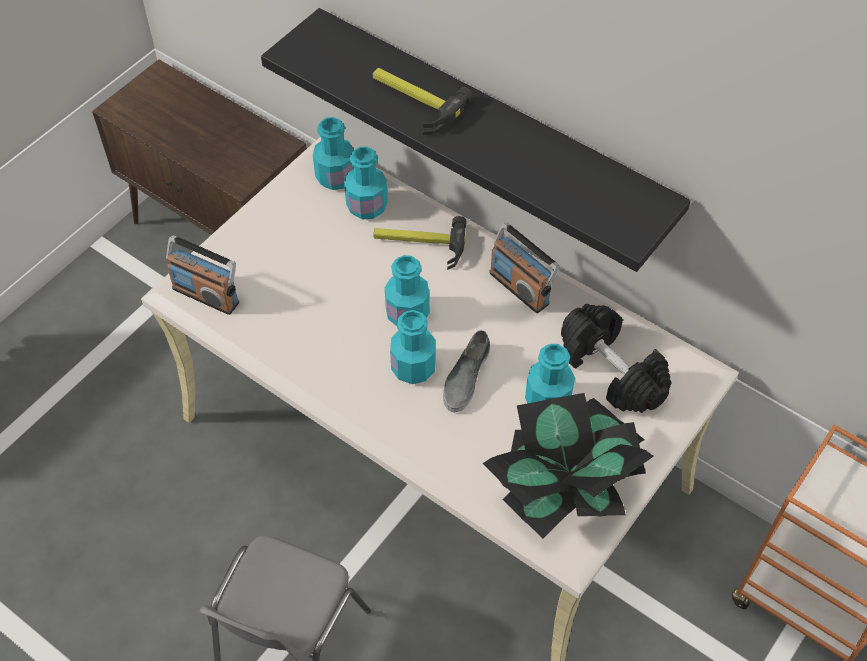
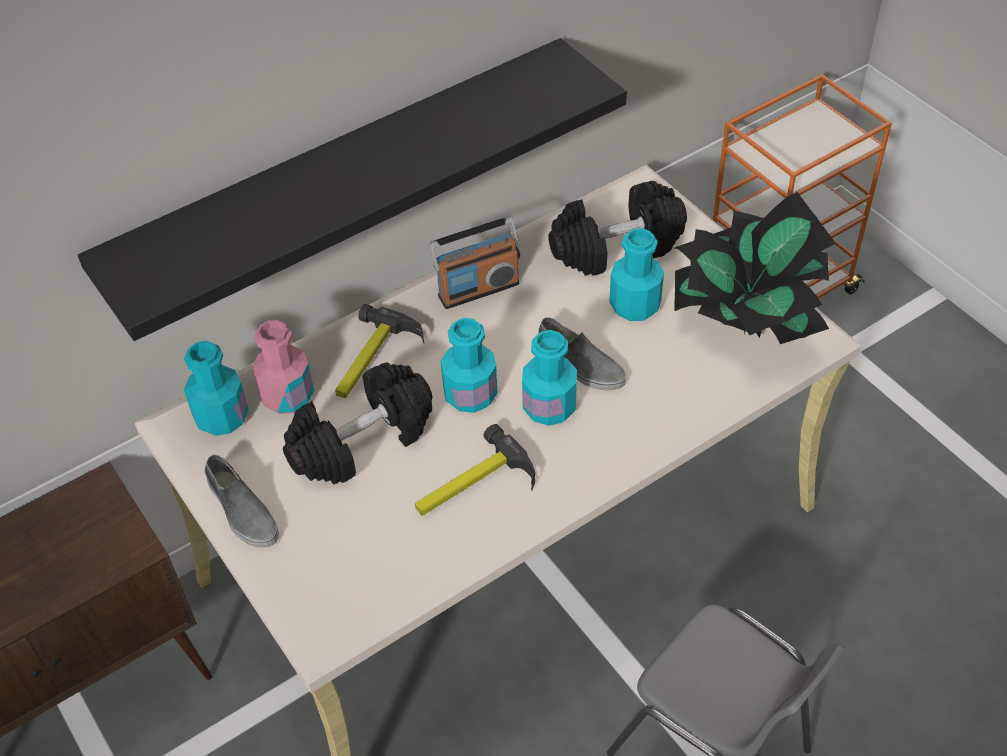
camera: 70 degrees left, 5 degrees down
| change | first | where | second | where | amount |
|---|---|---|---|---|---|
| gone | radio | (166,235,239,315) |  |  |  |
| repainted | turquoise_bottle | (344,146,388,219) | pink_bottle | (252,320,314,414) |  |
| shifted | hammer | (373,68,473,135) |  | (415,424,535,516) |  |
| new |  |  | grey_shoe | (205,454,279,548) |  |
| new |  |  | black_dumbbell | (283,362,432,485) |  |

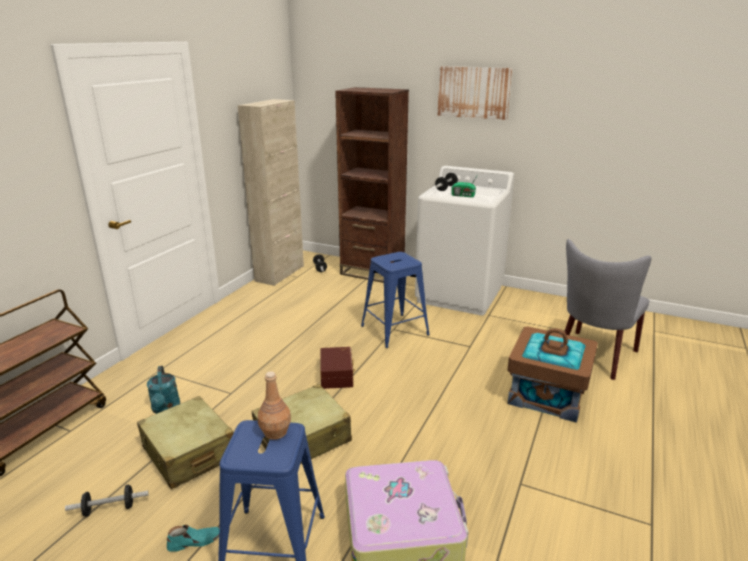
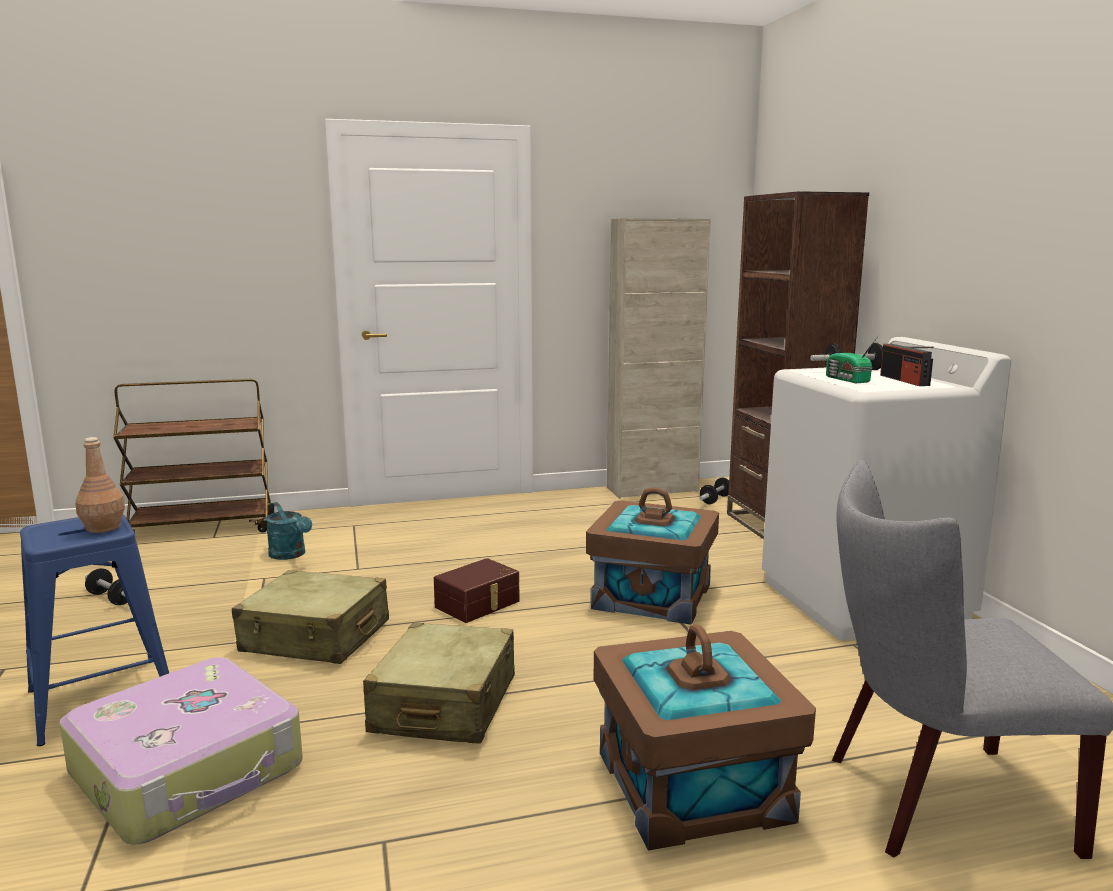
camera: 50 degrees right, 10 degrees down
| change | first | where | second | where | amount |
|---|---|---|---|---|---|
| shifted | beige_suitcase | (137,396,233,489) |  | (363,622,515,744) |  |
| rotated | turquoise_watering_can | (147,366,180,414) |  | (266,502,312,560) | 75 degrees counterclockwise |
| gone | turquoise_shoe | (167,525,220,552) |  |  |  |
| swapped | blue_stool | (361,252,430,348) | brown_storage_box | (586,487,719,625) |  |
| gone | picture | (437,66,512,120) |  |  |  |
| new |  |  | radio | (880,344,933,386) |  |

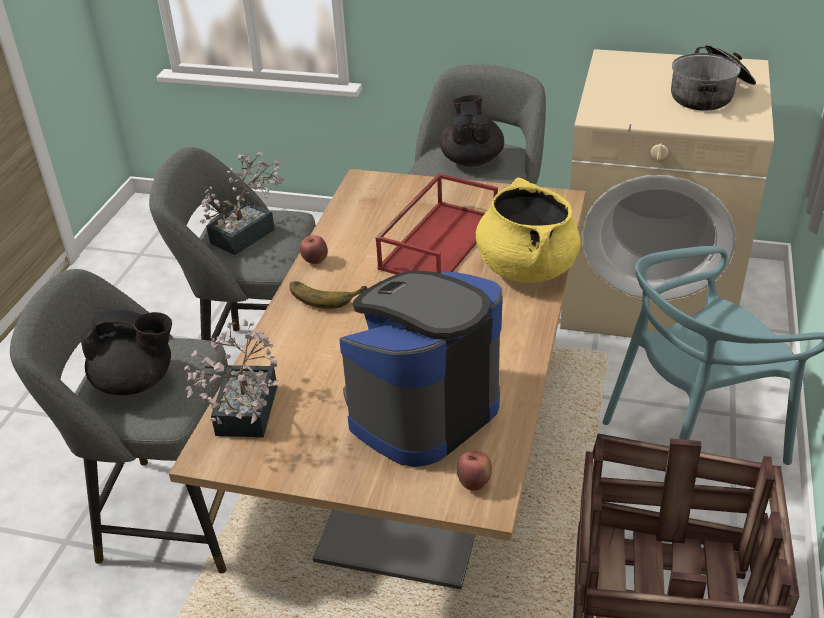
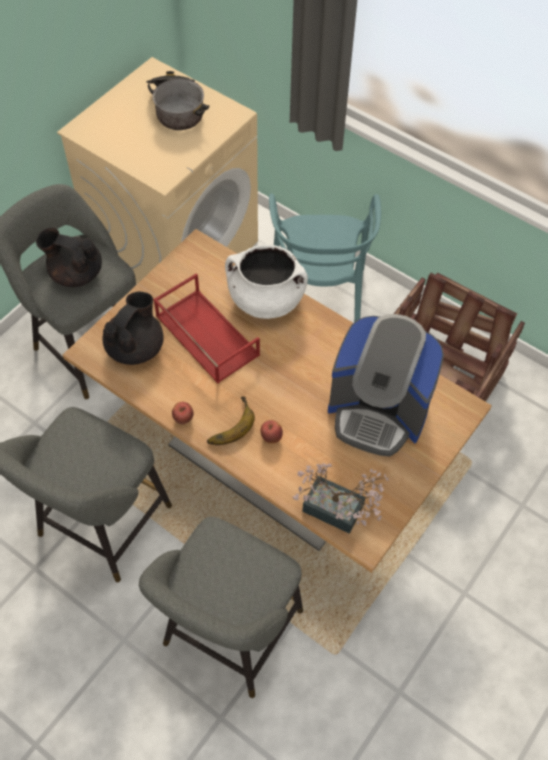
camera: 70 degrees left, 20 degrees up
| change | first | where | second | where | amount |
|---|---|---|---|---|---|
| shifted | black_teapot | (81,309,172,395) |  | (102,292,164,365) |  |
| gone | potted_plant | (200,152,284,255) |  |  |  |
| rotated | coffee_machine | (339,270,503,467) |  | (328,314,444,457) | 45 degrees counterclockwise |
| shifted | apple | (457,451,492,491) |  | (261,420,283,444) |  |
| repainted | yellow_cooking_pot | (476,177,581,283) | white_cooking_pot | (225,245,308,319) |  |

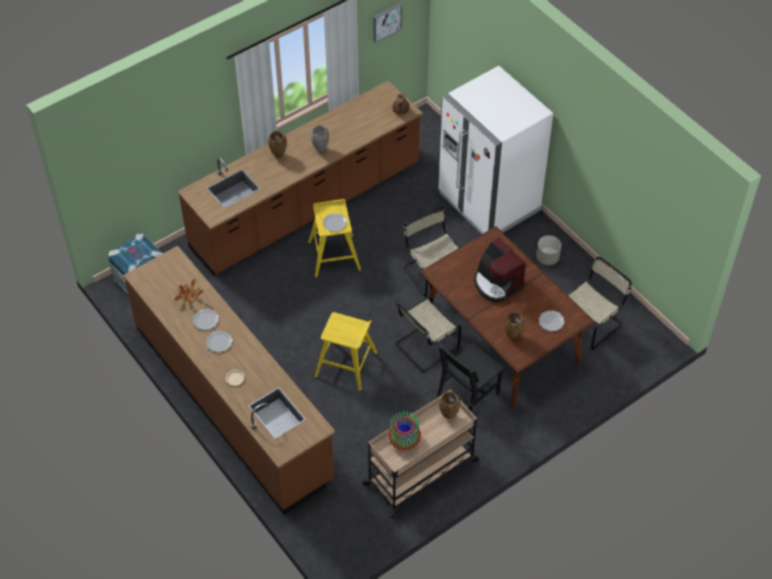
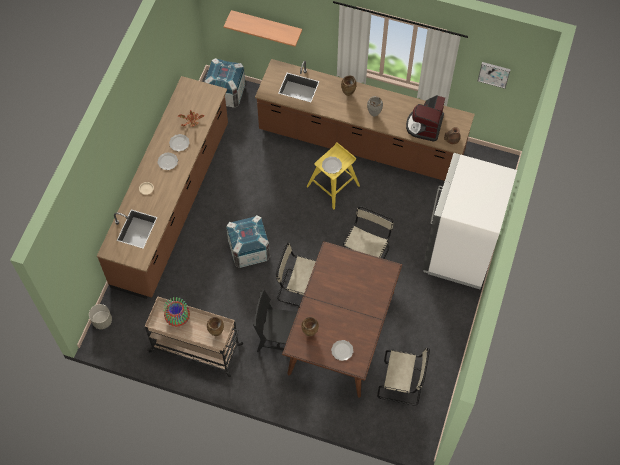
camera: 55 degrees right, 10 degrees up
| change | first | where | second | where | amount |
|---|---|---|---|---|---|
| swapped | yellow_stool | (315,312,377,391) | crate | (226,215,270,268) |  |
| shifted | coffee_machine | (474,238,526,302) |  | (406,95,445,142) |  |
| shifted | grey_planter | (536,235,561,265) |  | (89,304,112,329) |  |
| new |  |  | shelf | (224,10,302,47) |  |

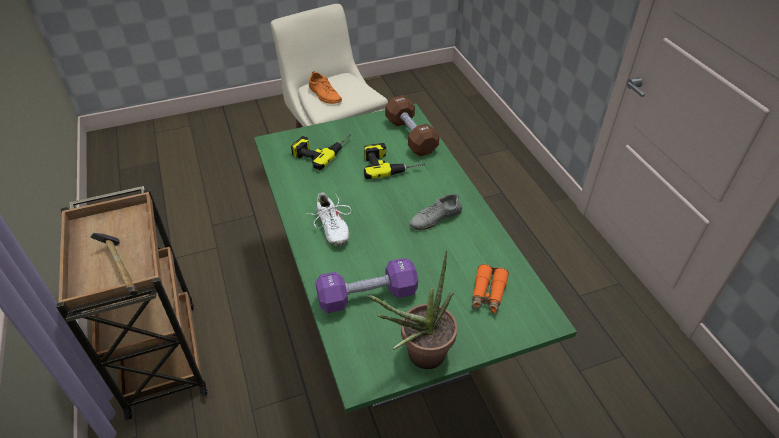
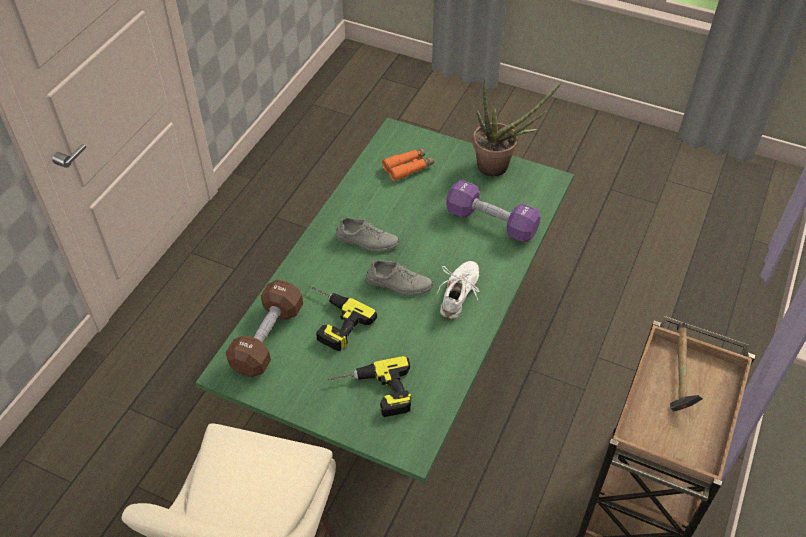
camera: 135 degrees left, 5 degrees up
| change | first | where | second | where | amount |
|---|---|---|---|---|---|
| gone | orange_shoe | (309,71,342,104) |  |  |  |
| new |  |  | grey_shoe | (366,260,433,296) |  |

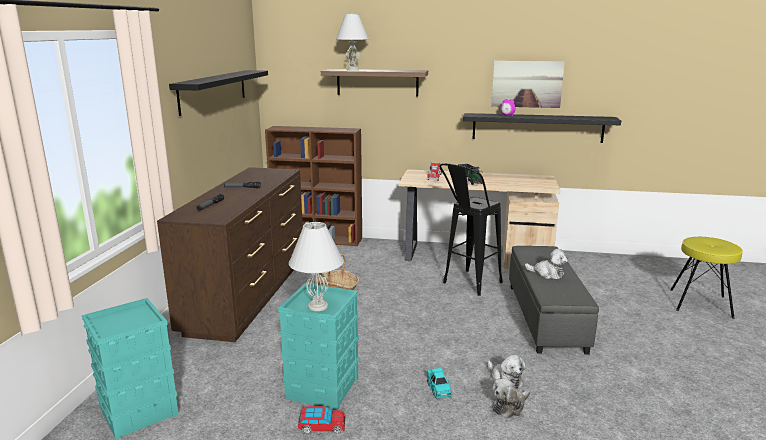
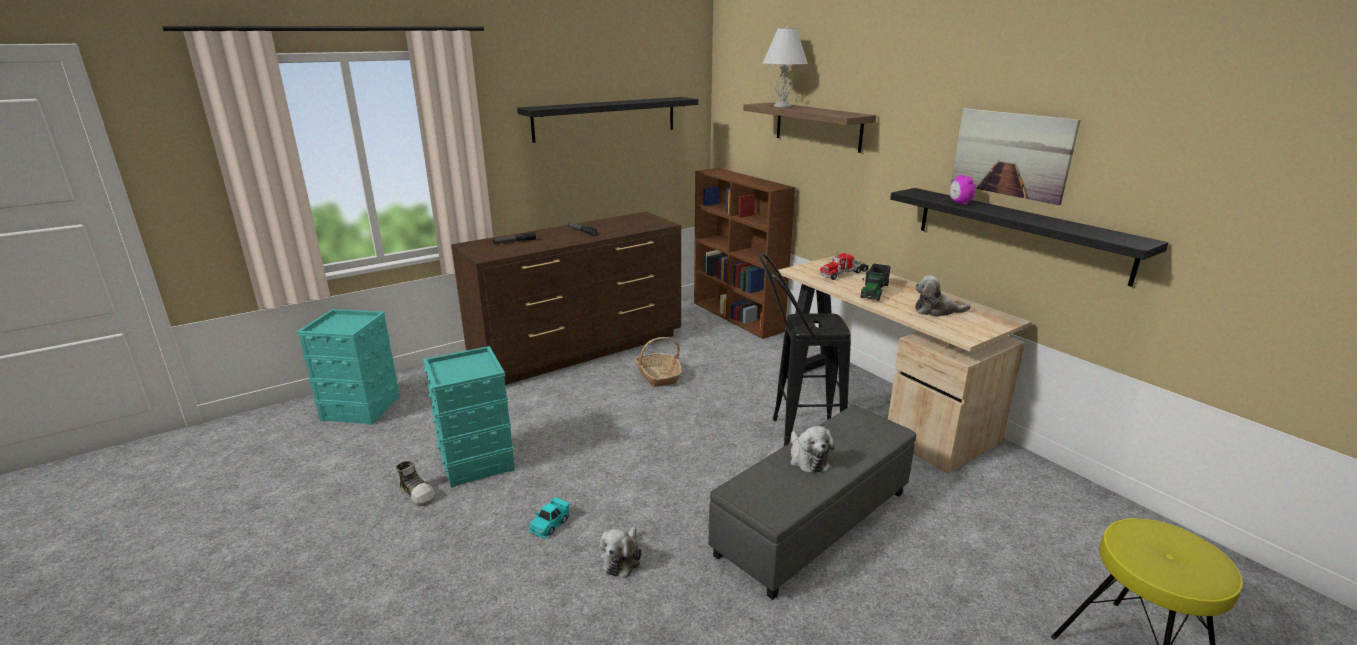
camera: 45 degrees right, 5 degrees up
| change | first | where | second | where | amount |
|---|---|---|---|---|---|
| gone | white_table_lamp | (289,222,344,311) |  |  |  |
| swapped | toy_car | (298,406,345,433) | shoe | (396,461,436,506) |  |
| shifted | plush_toy | (492,379,531,419) |  | (915,275,971,317) |  |

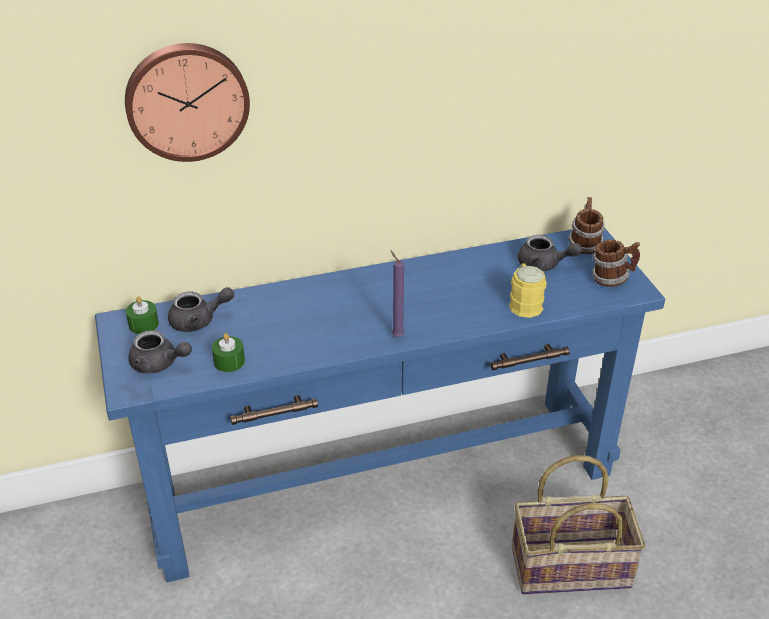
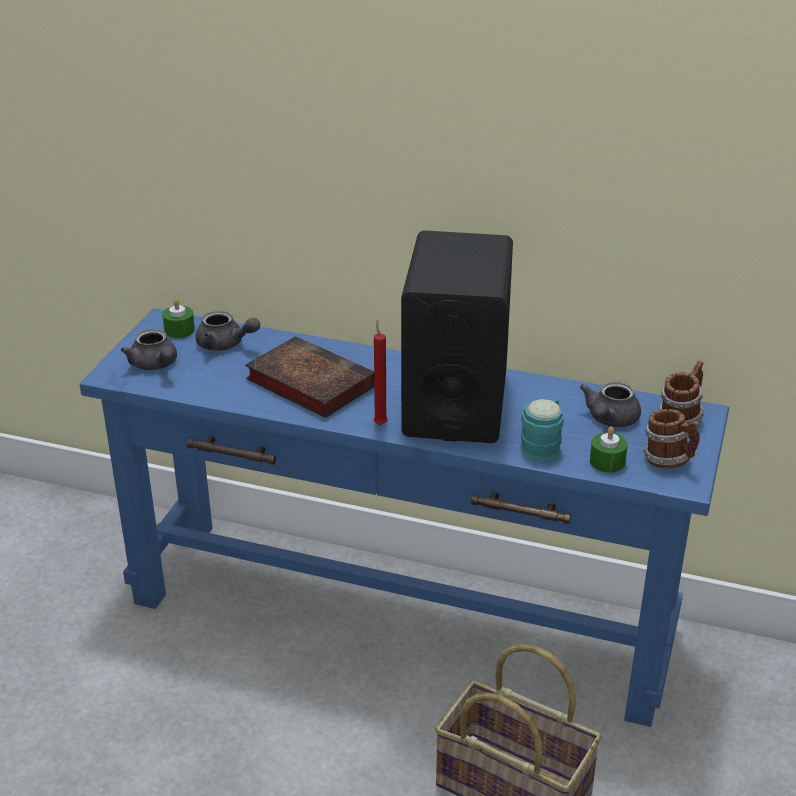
camera: 35 degrees right, 5 degrees down
| change | first | where | second | where | amount |
|---|---|---|---|---|---|
| gone | wall_clock | (125,43,250,162) |  |  |  |
| shifted | green_candle | (212,333,245,372) |  | (590,427,628,473) |  |
| repainted | purple_candle | (390,250,404,337) | red_candle | (373,320,388,425) |  |
| repainted | yellow_mug | (509,263,546,318) | turquoise_mug | (519,399,564,462) |  |
| rotated | grey_teapot | (518,235,582,271) |  | (580,382,641,427) | 60 degrees clockwise |
| new |  |  | book | (245,336,374,418) |  |
| new |  |  | black_speaker | (401,230,513,443) |  |

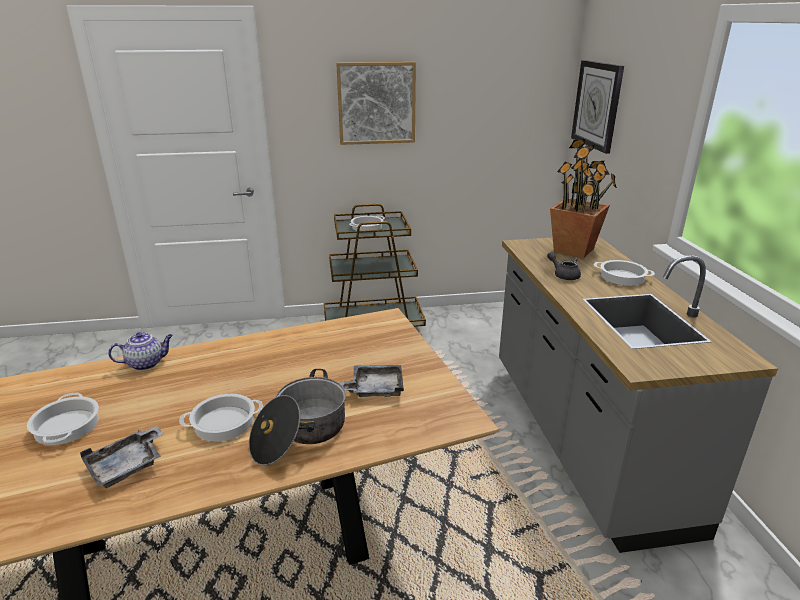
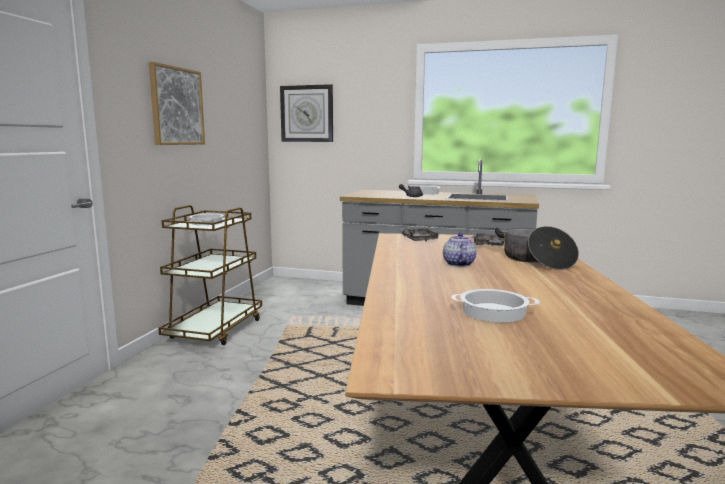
camera: 65 degrees left, 15 degrees down
| change | first | where | second | where | amount |
|---|---|---|---|---|---|
| shifted | grey_tray | (80,426,164,488) |  | (400,228,440,241) |  |
| shifted | teapot | (108,332,173,370) |  | (443,233,476,267) |  |
| gone | cooking_pot | (179,394,263,442) |  |  |  |
| gone | potted_plant | (550,139,617,258) |  |  |  |

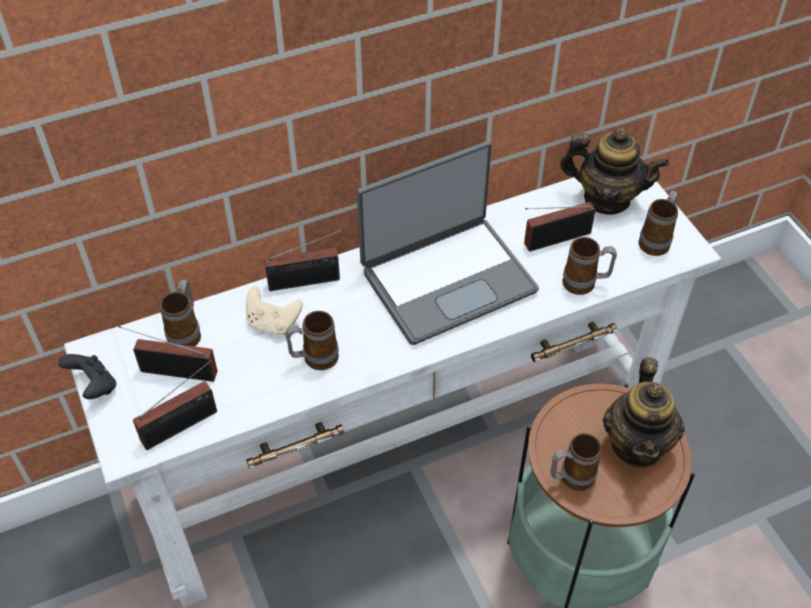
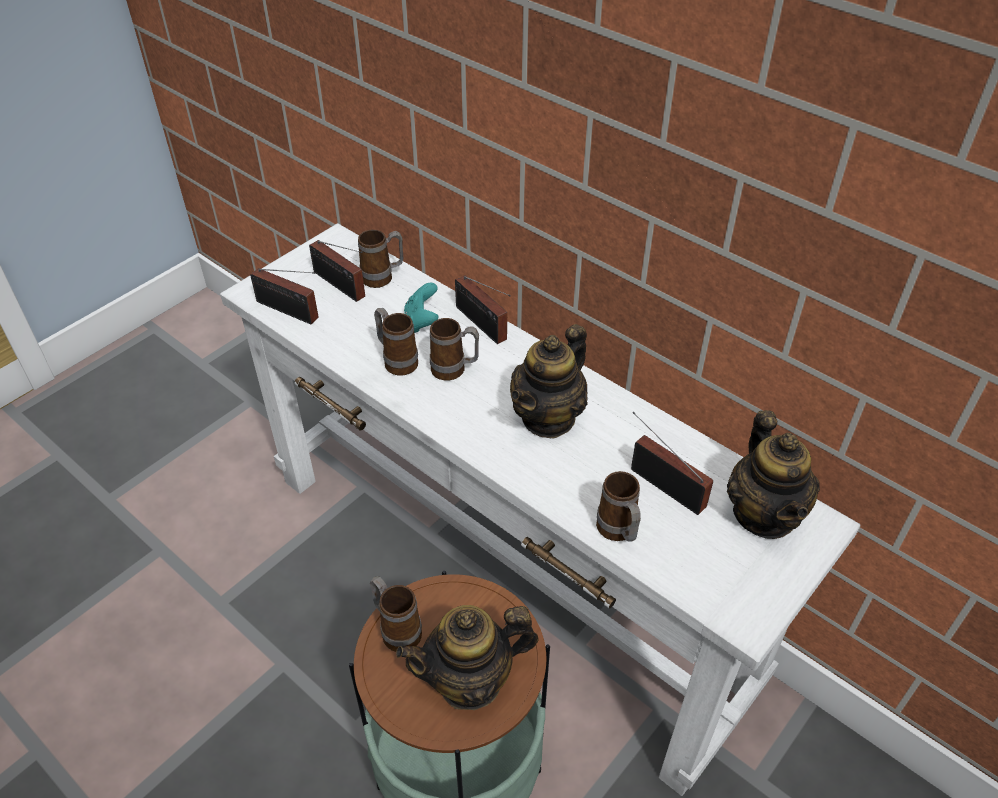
camera: 65 degrees right, 5 degrees down
| change | first | where | second | where | amount |
|---|---|---|---|---|---|
| gone | black_game_controller | (58,354,116,399) |  |  |  |
| rotated | radio | (119,326,217,382) |  | (309,240,365,302) | 150 degrees clockwise |
| repainted | beige_game_controller | (246,286,303,336) | turquoise_game_controller | (404,283,439,333) |  |
| swapped | laptop | (357,141,539,345) | teapot | (510,324,588,439) |  |
| shifted | mug | (639,191,678,256) |  | (430,318,479,381) |  |

